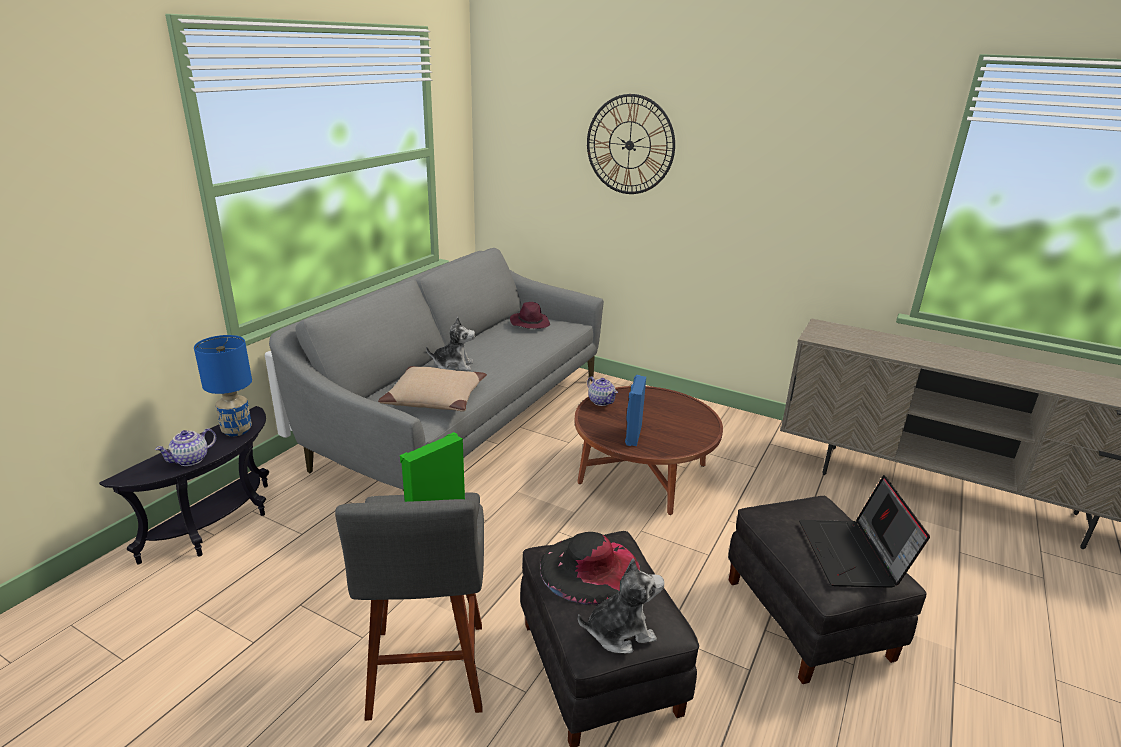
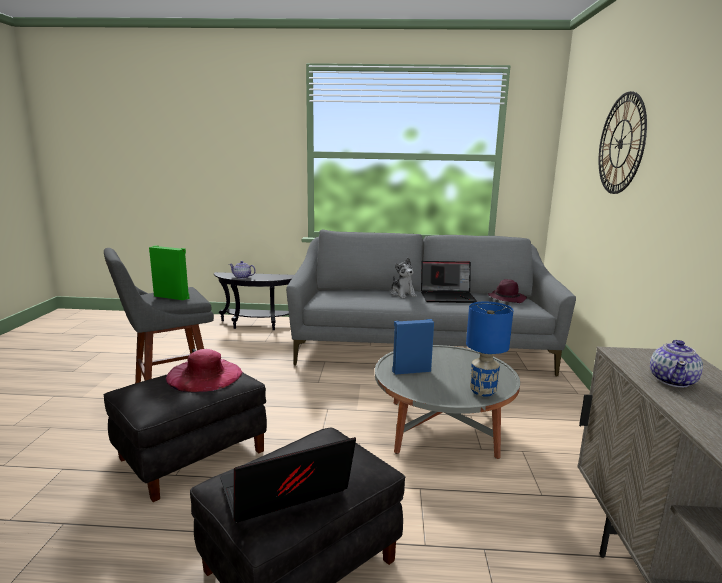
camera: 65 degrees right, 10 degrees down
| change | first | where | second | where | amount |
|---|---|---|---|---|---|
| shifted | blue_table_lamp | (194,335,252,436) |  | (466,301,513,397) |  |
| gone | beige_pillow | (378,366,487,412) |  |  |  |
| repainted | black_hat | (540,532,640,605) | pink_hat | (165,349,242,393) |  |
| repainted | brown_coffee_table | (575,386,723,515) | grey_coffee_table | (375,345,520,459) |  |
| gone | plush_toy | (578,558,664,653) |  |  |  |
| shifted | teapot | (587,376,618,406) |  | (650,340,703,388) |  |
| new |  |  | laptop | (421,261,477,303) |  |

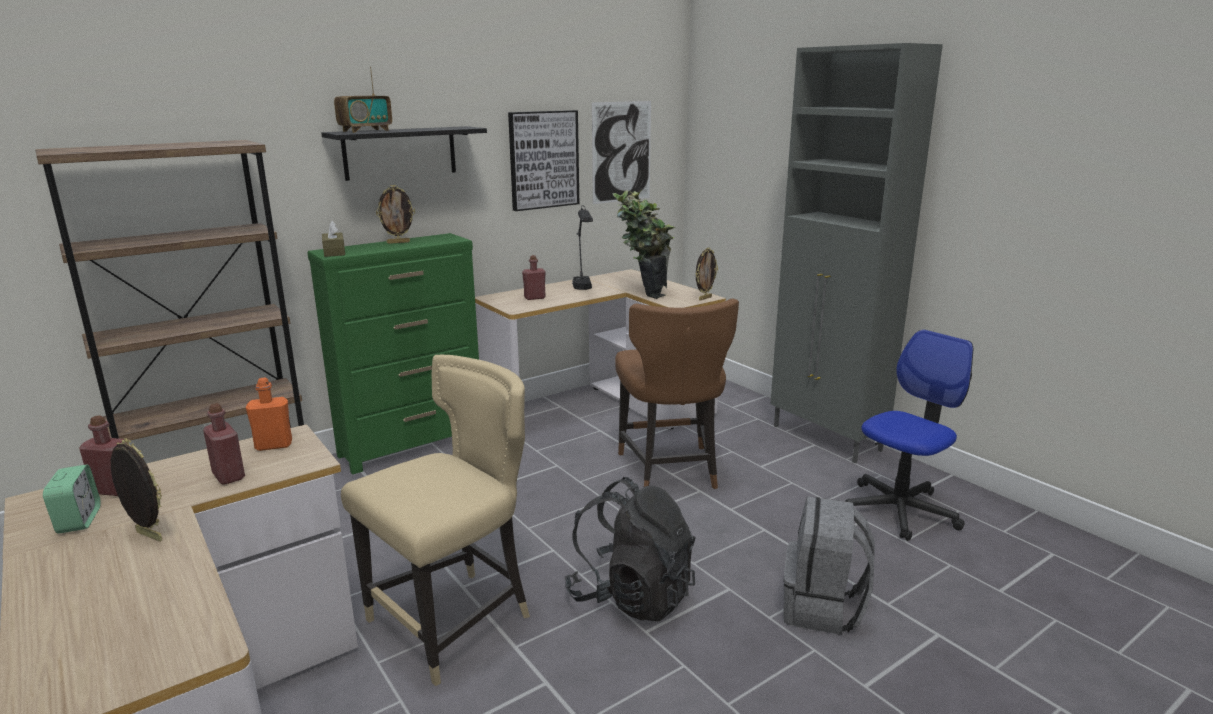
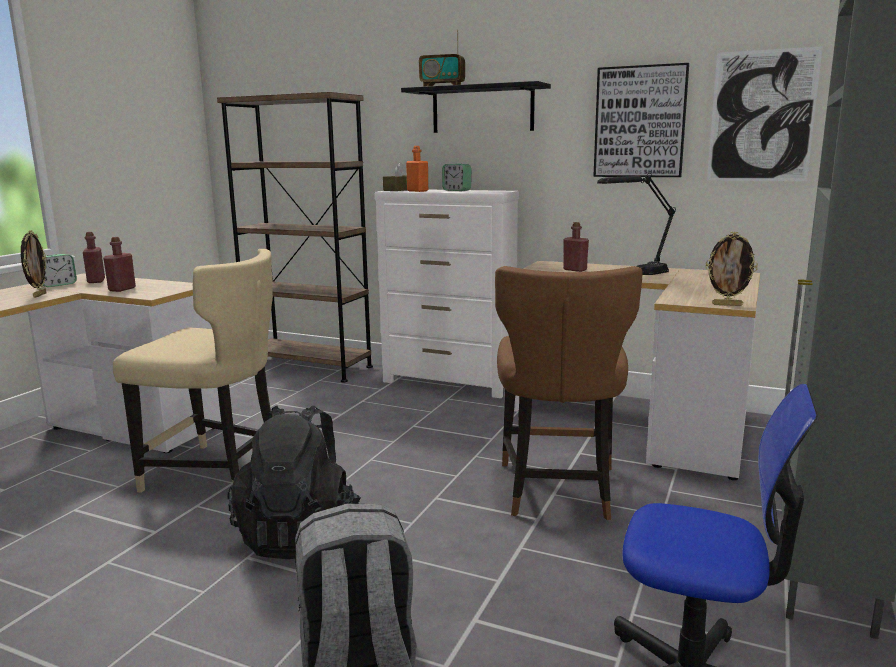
camera: 60 degrees right, 5 degrees down
| change | first | where | second | where | amount |
|---|---|---|---|---|---|
| shifted | orange_bottle | (245,378,292,451) |  | (406,146,428,192) |  |
| repainted | green_dresser | (307,233,479,474) | white_dresser | (375,190,519,398) |  |
| swapped | picture_frame | (376,185,415,244) | alarm_clock | (442,164,471,191) |  |
| gone | potted_plant | (613,189,675,299) |  |  |  |
| rotated | brown_chair | (615,298,739,489) |  | (495,266,643,520) | 45 degrees counterclockwise |

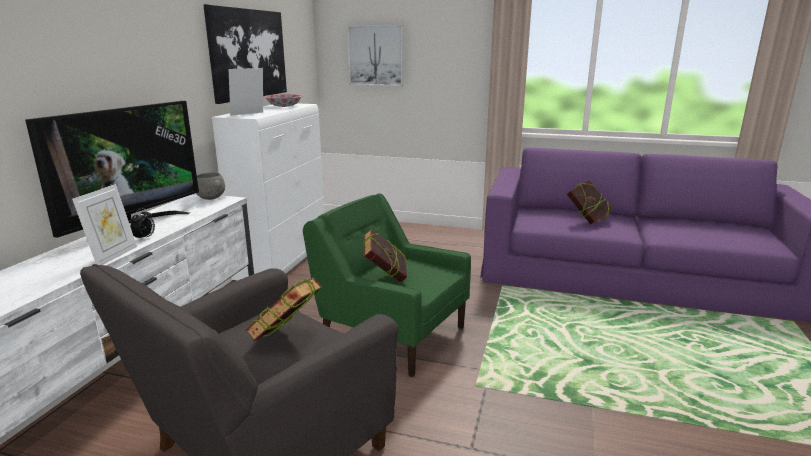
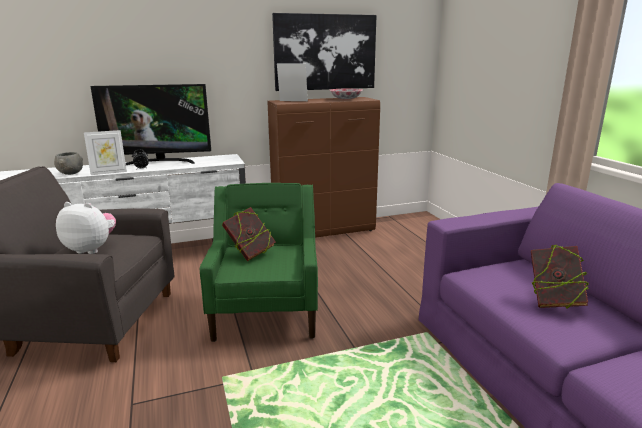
camera: 55 degrees right, 0 degrees up
| change | first | where | second | where | amount |
|---|---|---|---|---|---|
| shifted | grey_bowl | (196,172,225,200) |  | (54,152,83,175) |  |
| repainted | white_cabinet | (212,103,324,281) | brown_cabinet | (267,97,380,238) |  |
| swapped | book | (245,277,322,341) | plush_toy | (56,202,116,254) |  |
| gone | picture | (347,25,404,86) |  |  |  |

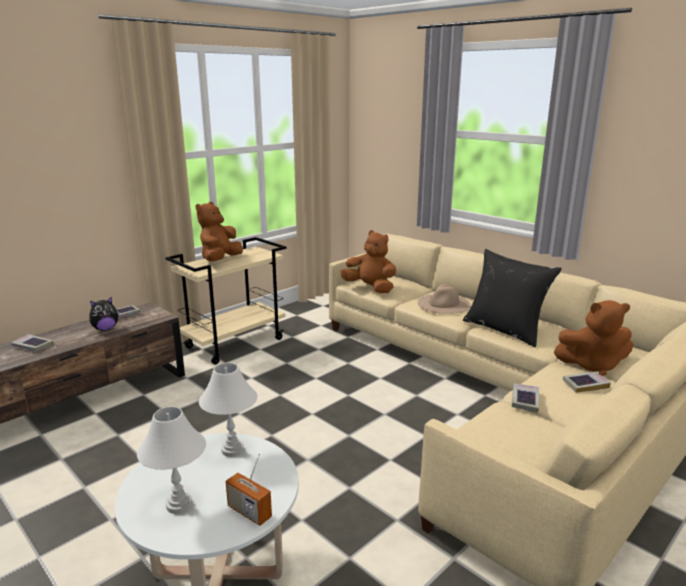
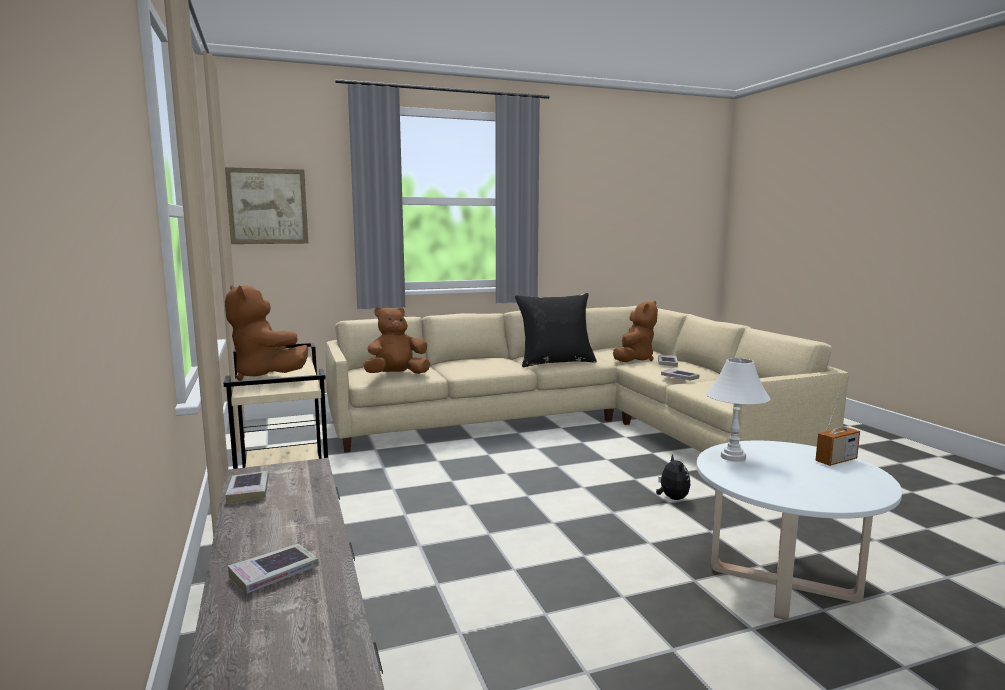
camera: 65 degrees left, 10 degrees down
| change | first | where | second | where | amount |
|---|---|---|---|---|---|
| shifted | plush_toy | (90,297,119,331) |  | (656,454,690,500) |  |
| gone | white_table_lamp | (137,407,206,514) |  |  |  |
| gone | beige_hat | (418,284,471,314) |  |  |  |
| new |  |  | picture | (225,167,308,244) |  |

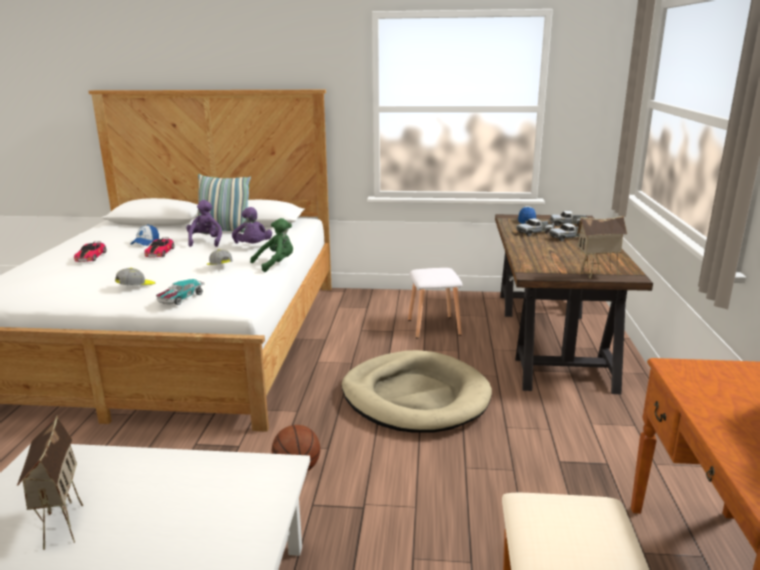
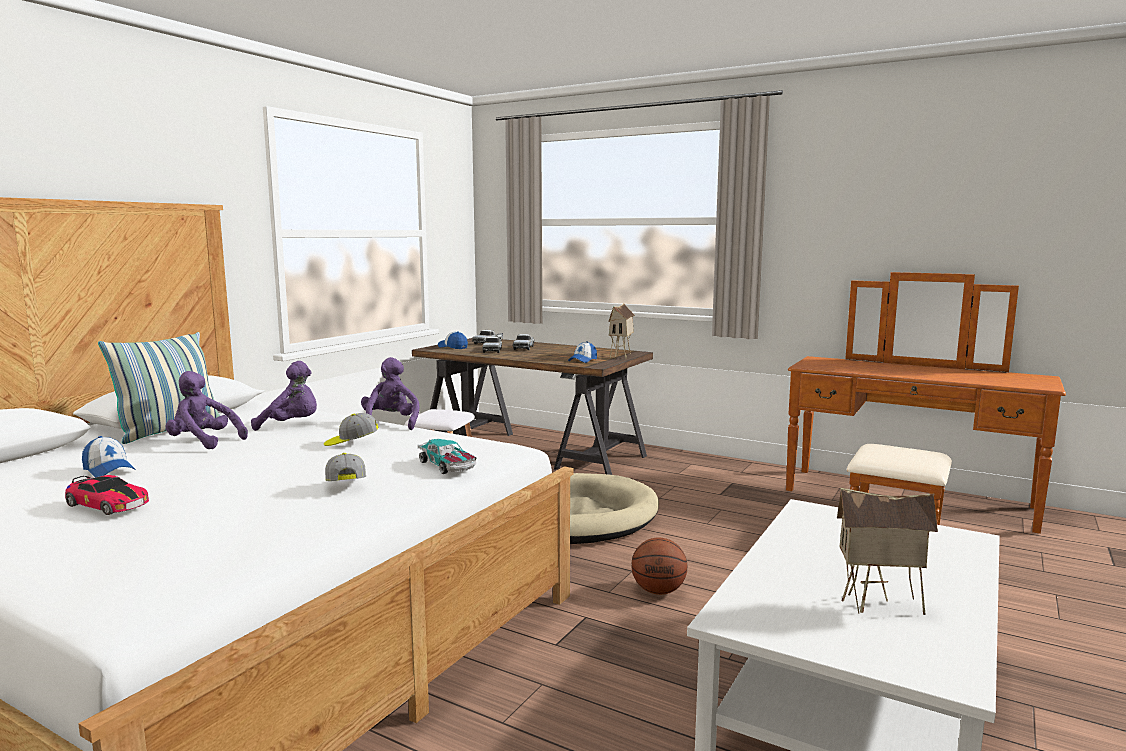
camera: 65 degrees left, 10 degrees down
| change | first | where | second | where | amount |
|---|---|---|---|---|---|
| gone | toy_car | (144,237,174,257) |  |  |  |
| repainted | green_plush_toy | (250,218,293,272) | purple_plush_toy | (361,357,419,430) |  |
| new |  |  | cap | (568,341,597,363) |  |

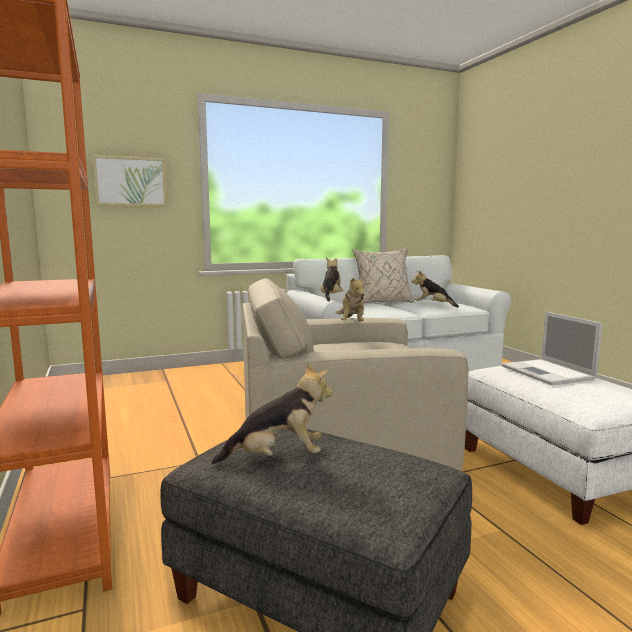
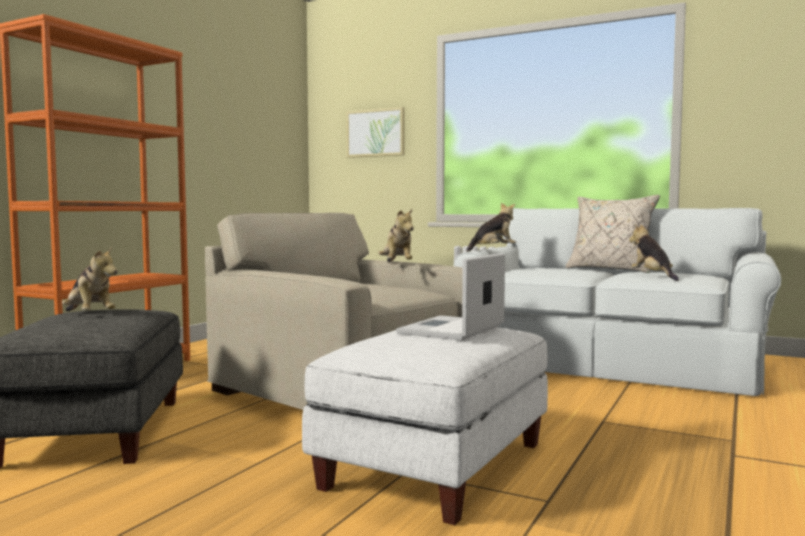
camera: 50 degrees right, 5 degrees down
| change | first | where | second | where | amount |
|---|---|---|---|---|---|
| rotated | plush_toy | (336,276,365,321) |  | (378,209,414,262) | 60 degrees counterclockwise |

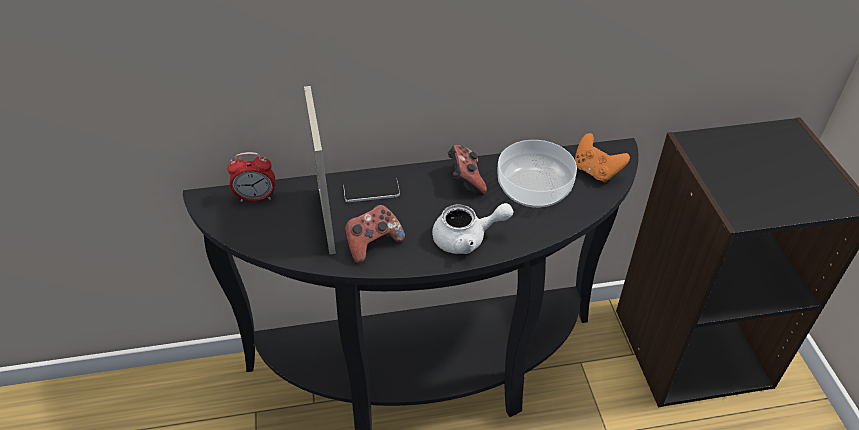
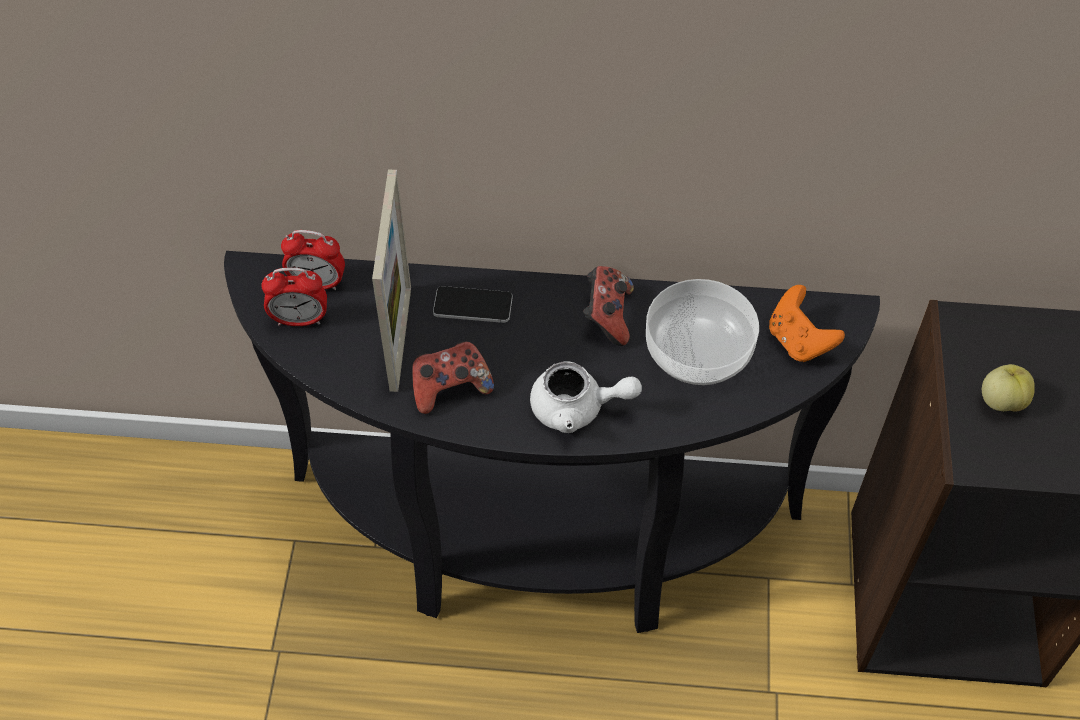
camera: 15 degrees right, 10 degrees up
| change | first | where | second | where | amount |
|---|---|---|---|---|---|
| new |  |  | alarm_clock | (261,268,327,326) |  |
| new |  |  | apple | (982,364,1035,412) |  |

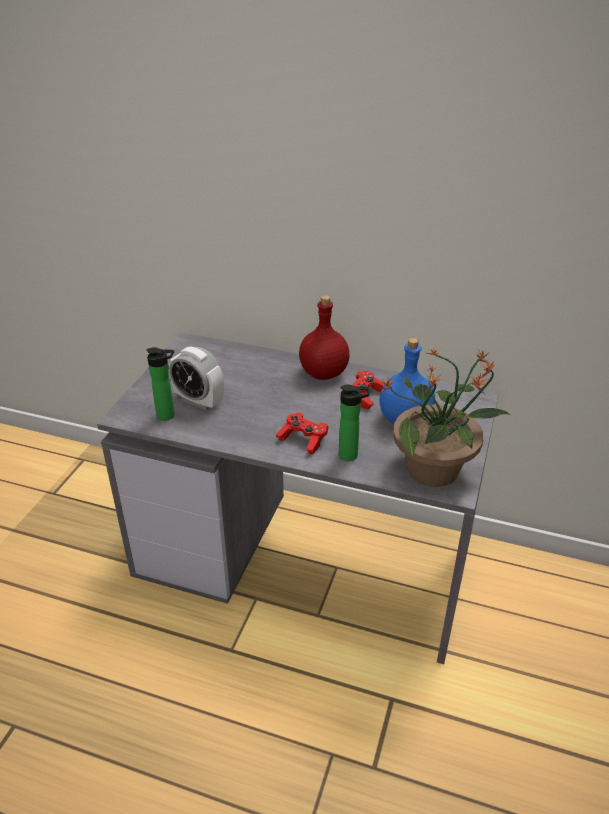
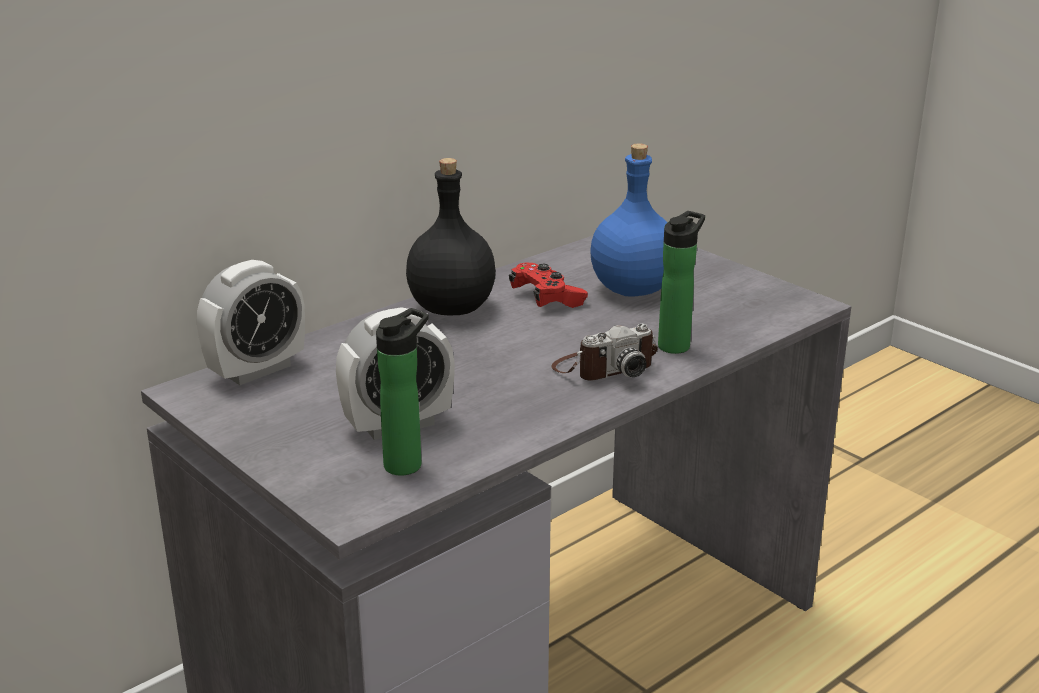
camera: 60 degrees left, 10 degrees down
| change | first | where | second | where | amount |
|---|---|---|---|---|---|
| swapped | red_game_controller | (276,412,328,455) | photo_camera | (551,324,658,381) |  |
| repainted | red_bottle | (299,295,350,380) | black_bottle | (406,158,496,316) |  |
| gone | potted_plant | (380,347,510,487) |  |  |  |
| new |  |  | alarm_clock | (197,260,305,385) |  |

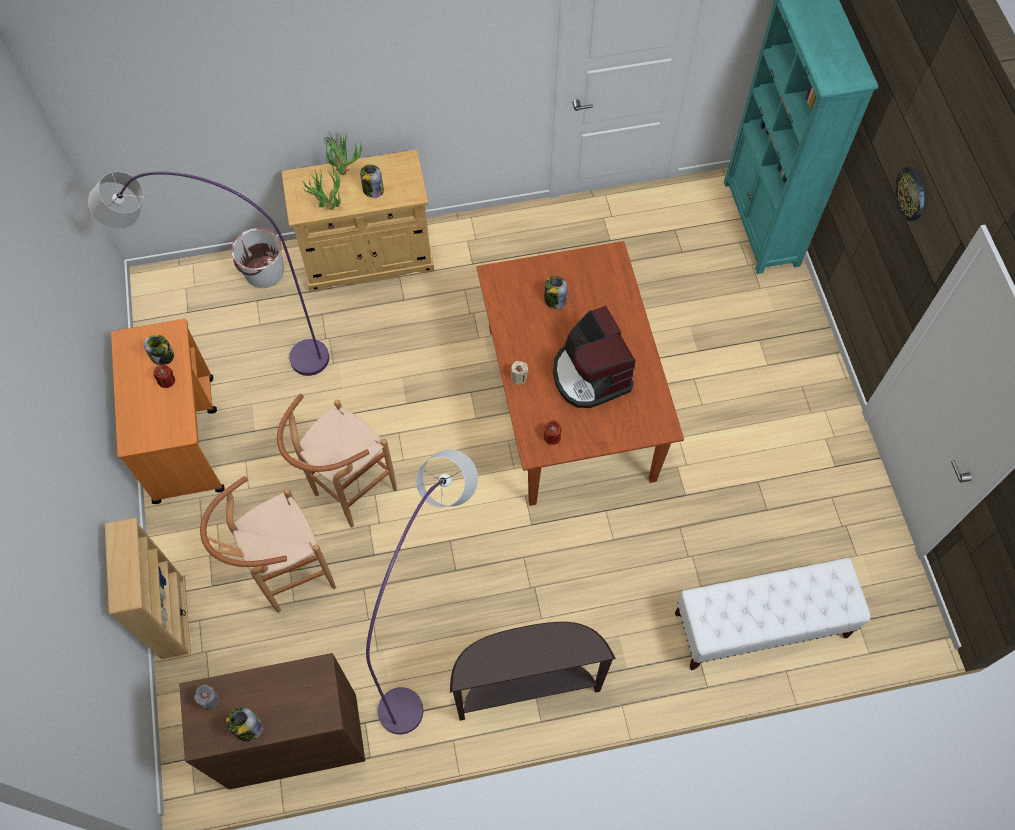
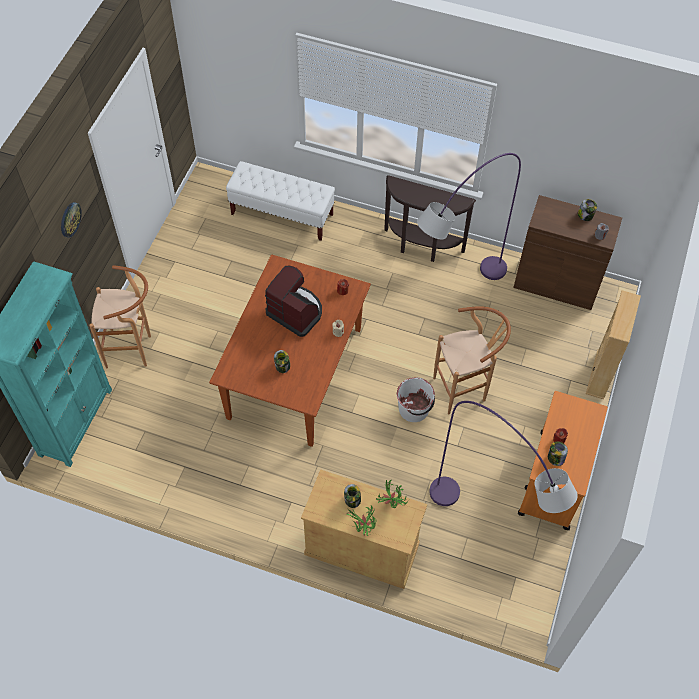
camera: 150 degrees left, 5 degrees down
| change | first | where | second | where | amount |
|---|---|---|---|---|---|
| shifted | brown_stool | (200,476,336,613) |  | (89,265,151,368) |  |
| shifted | white_bucket | (232,228,284,288) |  | (397,377,435,422) |  |
| rotated | coffee_machine | (553,306,636,408) |  | (265,265,322,337) | 60 degrees counterclockwise |

